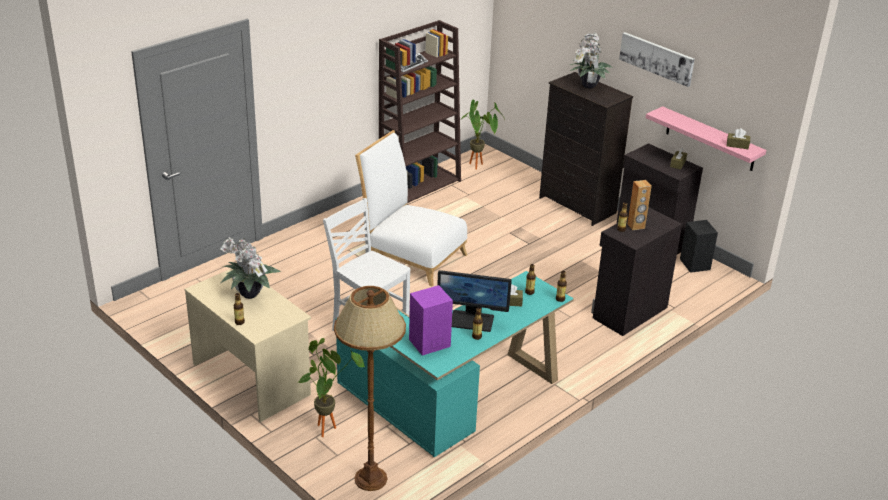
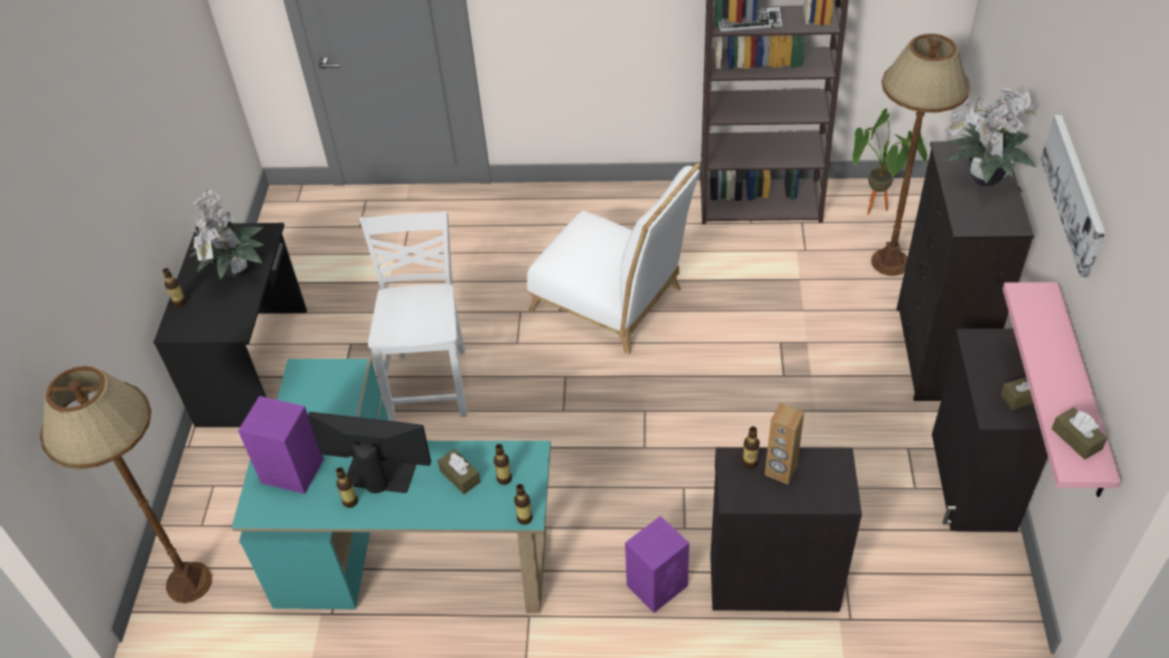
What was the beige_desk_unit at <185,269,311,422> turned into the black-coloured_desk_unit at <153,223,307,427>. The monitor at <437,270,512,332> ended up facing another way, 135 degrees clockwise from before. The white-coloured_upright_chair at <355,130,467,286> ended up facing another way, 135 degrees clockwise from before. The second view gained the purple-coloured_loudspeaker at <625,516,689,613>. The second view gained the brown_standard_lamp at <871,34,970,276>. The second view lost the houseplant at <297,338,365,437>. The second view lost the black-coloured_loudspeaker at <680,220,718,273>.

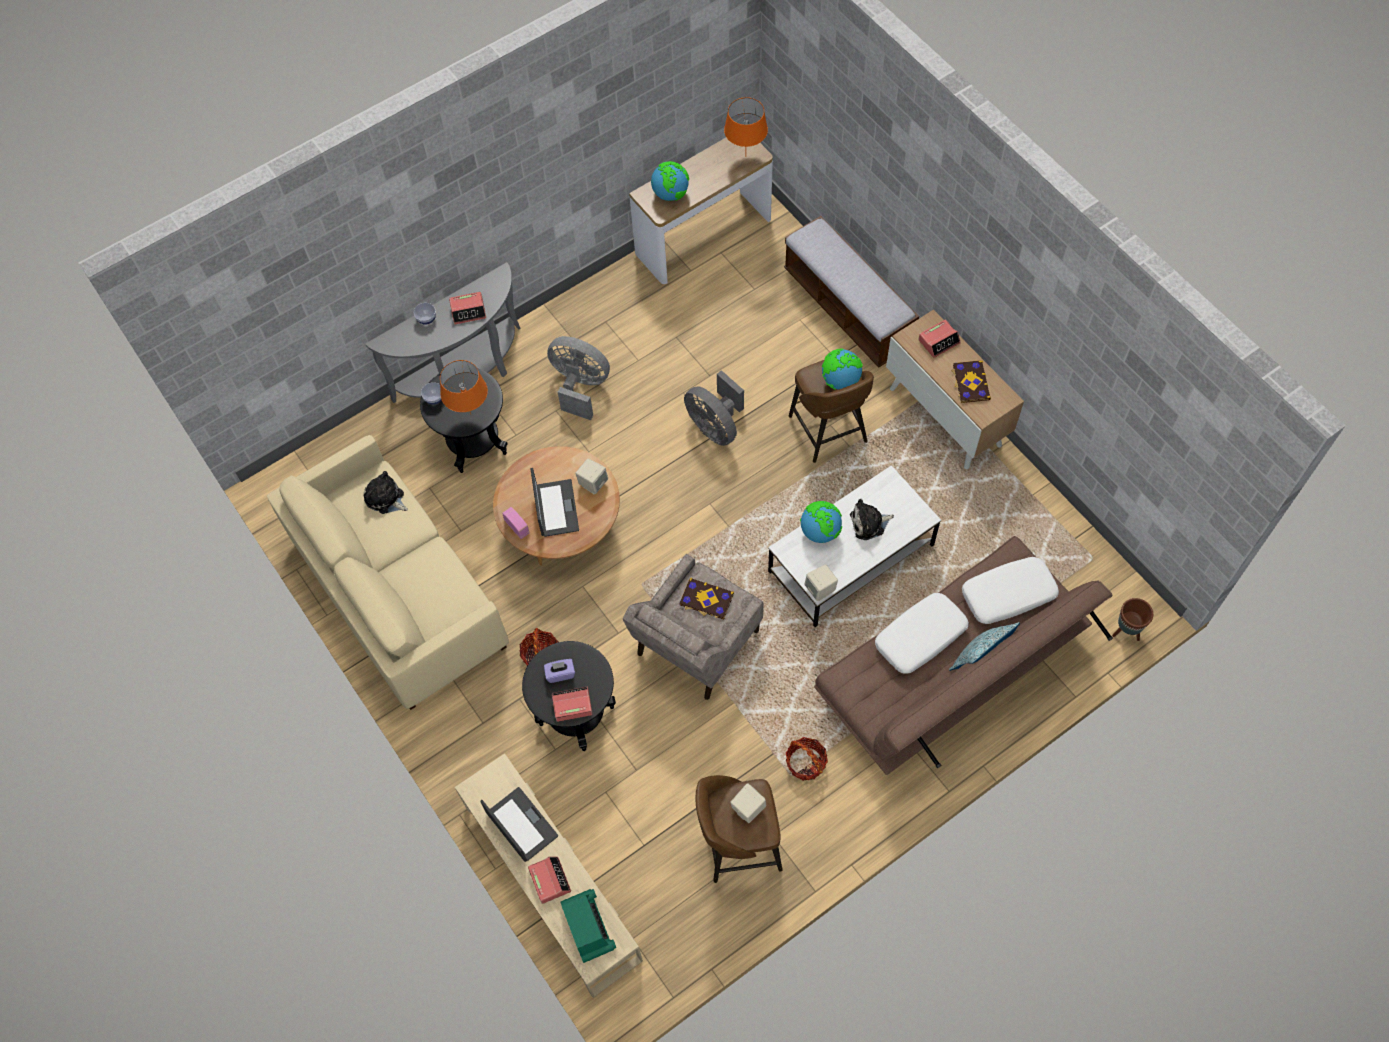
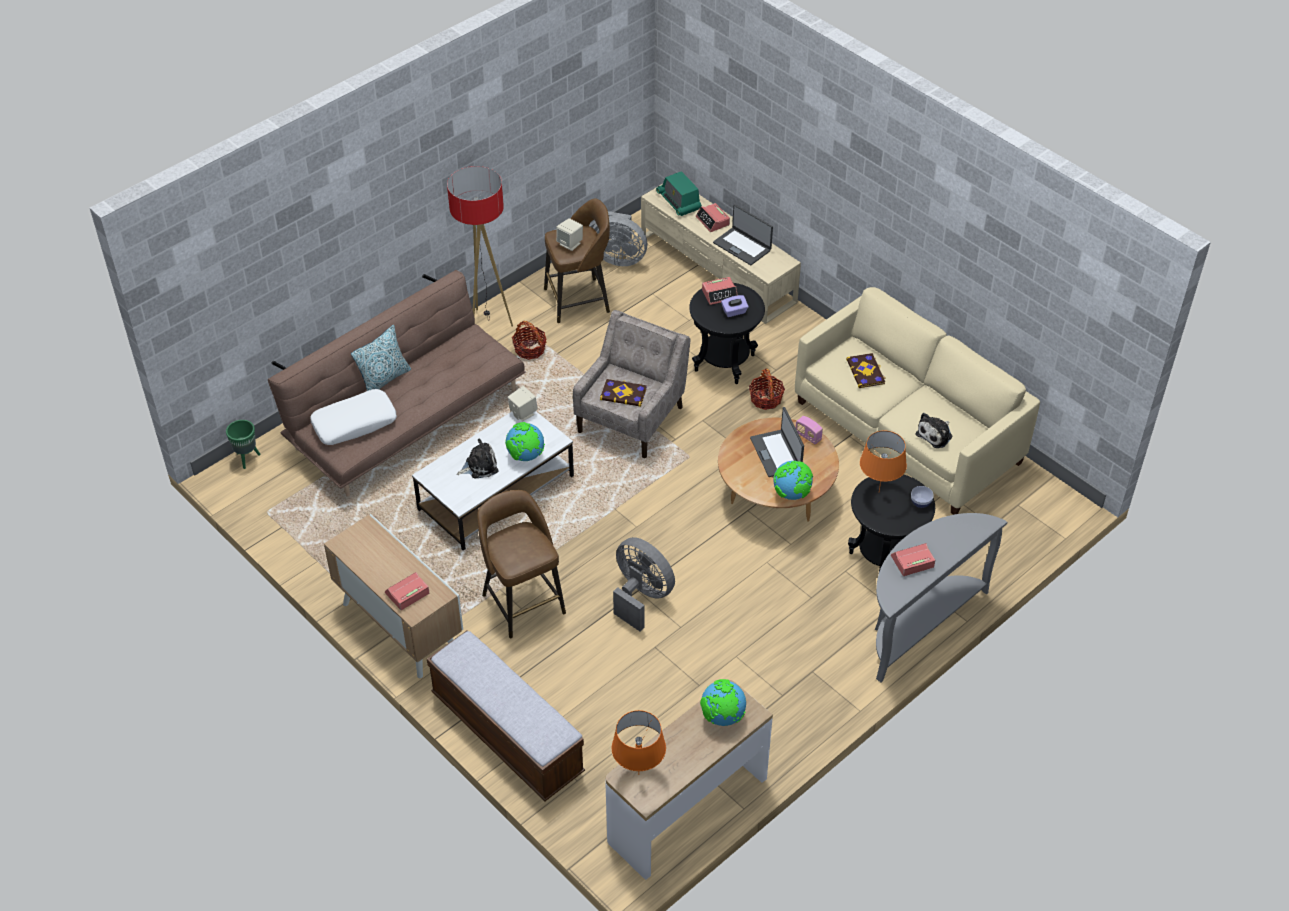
What was the brown_planter at <1112,598,1153,641> turned into the greenish_planter at <226,420,261,469>. The second view gained the standard_lamp at <447,166,513,327>. The gray_fan ended up elsewhere, having gone from <547,336,610,420> to <593,211,648,266>. The desk_globe ended up elsewhere, having gone from <822,348,863,390> to <773,461,813,500>. The volume ended up elsewhere, having gone from <951,360,991,403> to <846,353,886,388>. The plush_toy at <363,471,408,514> ended up facing another way, 105 degrees clockwise from before. The second view lost the serving_bowl at <414,303,436,325>. The second view lost the beige_loudspeaker at <575,459,608,494>. The second view lost the white-coloured_pillow at <875,593,969,674>.

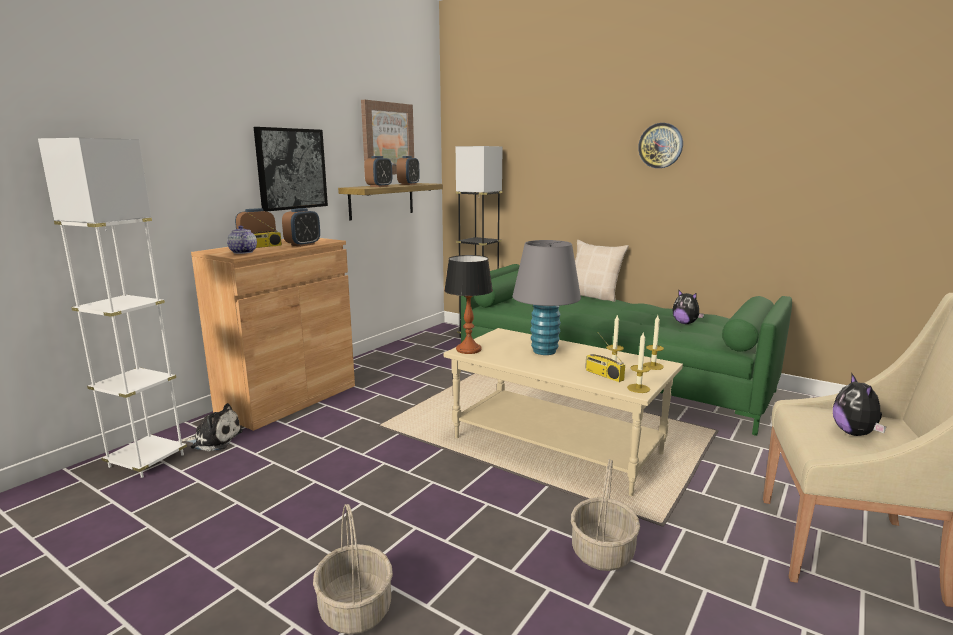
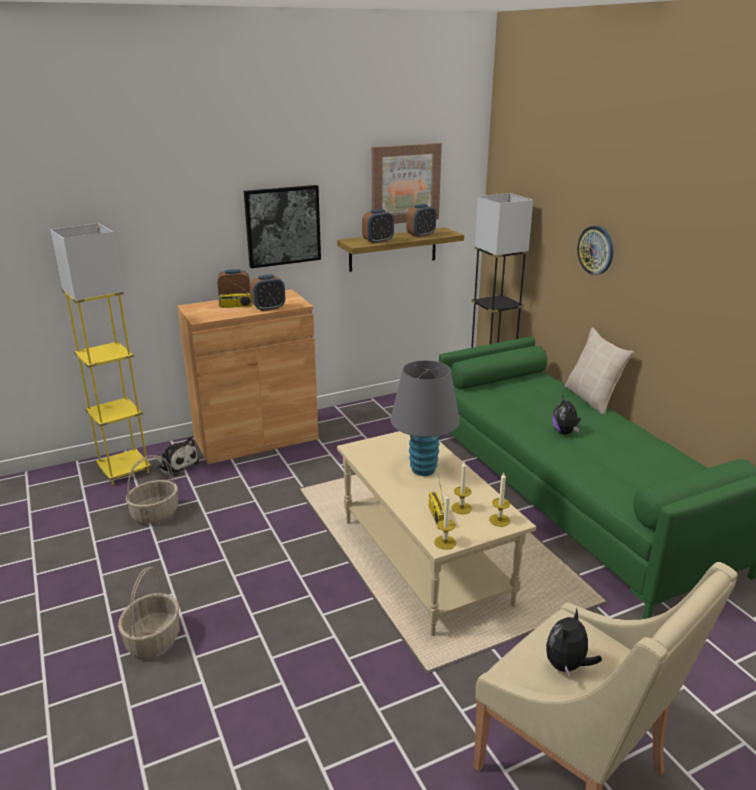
What was the white-coloured_standard_lamp at <38,138,187,478> turned into the yellowish_standard_lamp at <50,223,151,485>. The storage_basket ended up elsewhere, having gone from <571,459,640,571> to <126,455,178,524>. The plush_toy ended up elsewhere, having gone from <672,290,704,324> to <552,395,581,434>. The hanging_clock ended up elsewhere, having gone from <638,123,683,168> to <577,226,613,275>. The second view lost the tea_pot at <227,225,257,254>. The second view lost the lamp_for_a_table at <444,255,493,354>.

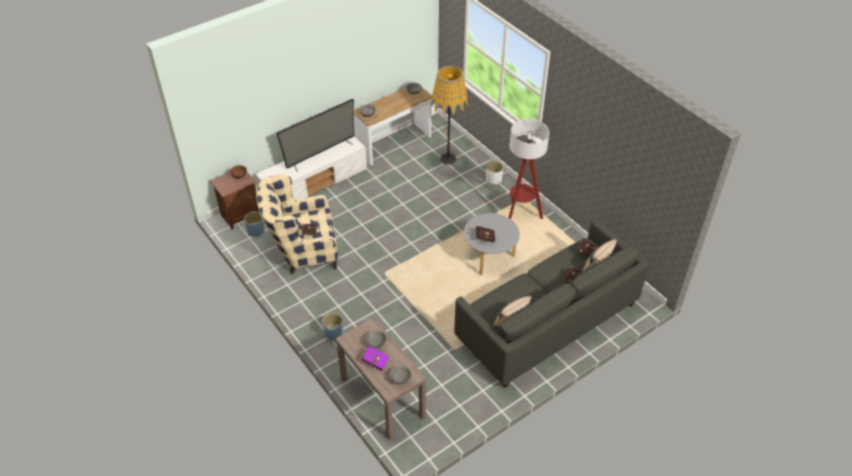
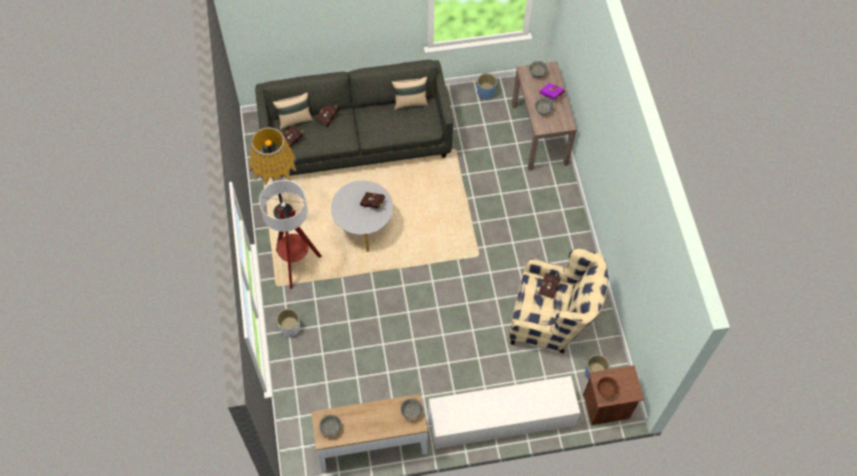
The standard_lamp ended up elsewhere, having gone from <431,66,468,165> to <250,127,297,219>. The bluish_planter ended up elsewhere, having gone from <322,313,343,341> to <477,73,497,100>. The second view lost the television at <276,99,354,172>.

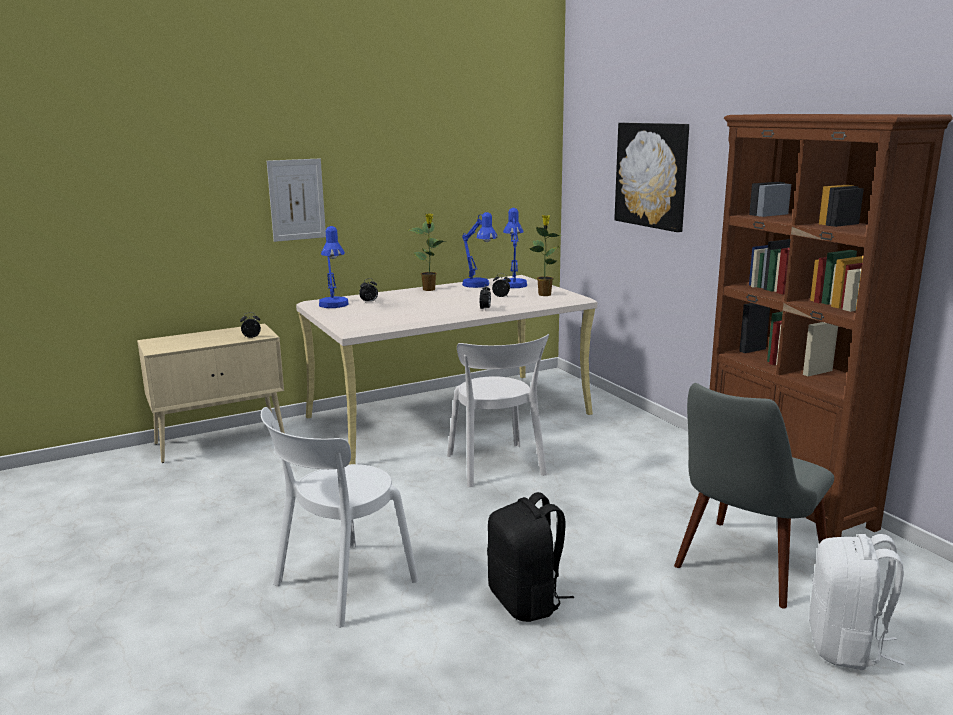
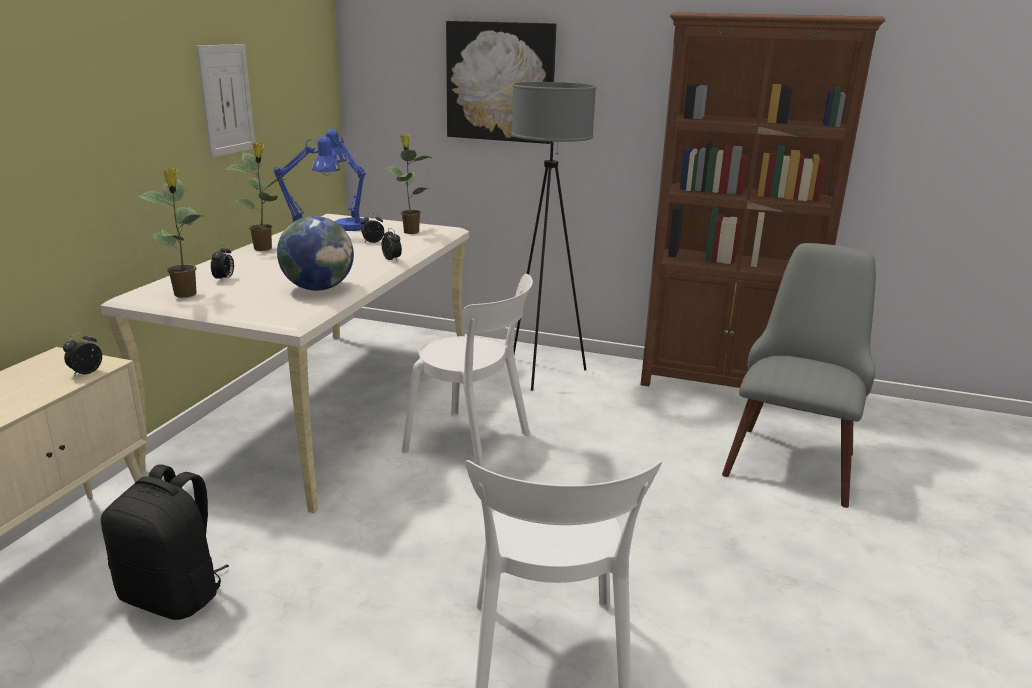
The black-coloured_knapsack ended up elsewhere, having gone from <487,492,574,622> to <101,464,229,620>. Where the bluish_lamp_for_a_table stood at <319,226,349,308>, the houseplant came to stand at <137,168,201,298>. The wall_art ended up elsewhere, having gone from <267,159,326,242> to <196,44,255,158>. The second view gained the desk_globe at <277,216,354,291>. The second view gained the gray_standard_lamp at <512,82,596,391>. The gray_upright_chair at <674,383,834,609> ended up facing another way, 150 degrees counterclockwise from before. The second view lost the white-coloured_knapsack at <809,534,905,670>.

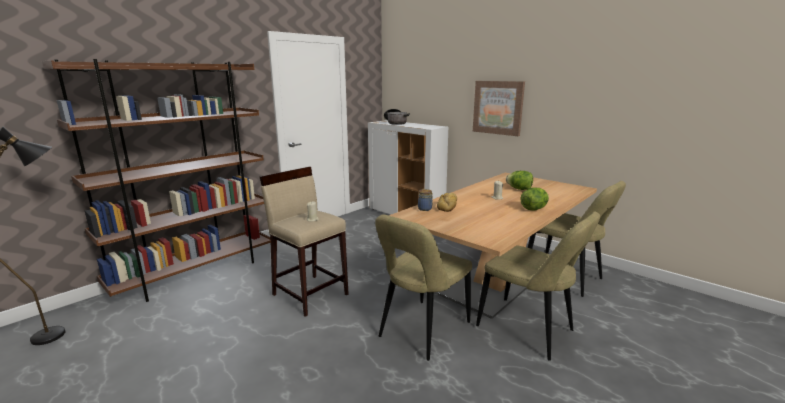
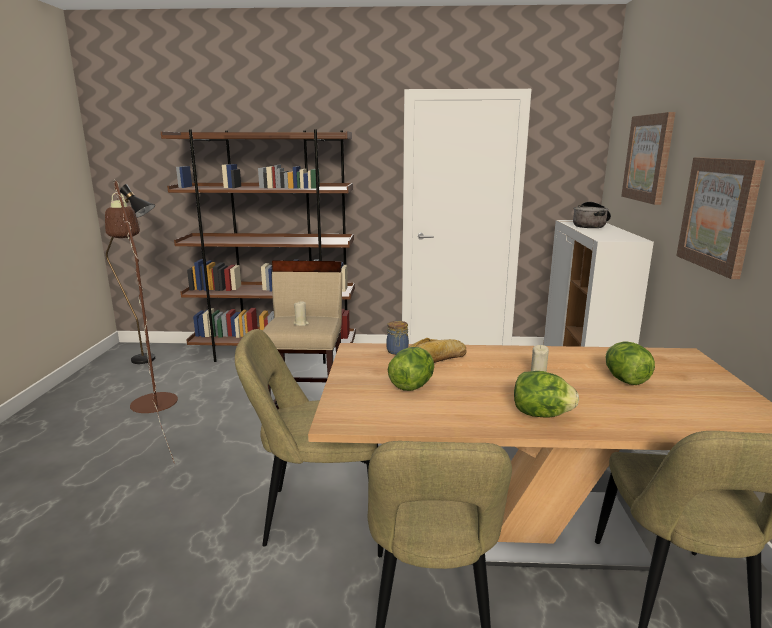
The second view gained the brown_standard_lamp at <105,180,178,463>. The second view gained the lettuce at <388,347,434,391>. The second view gained the wall_art at <621,112,676,205>.

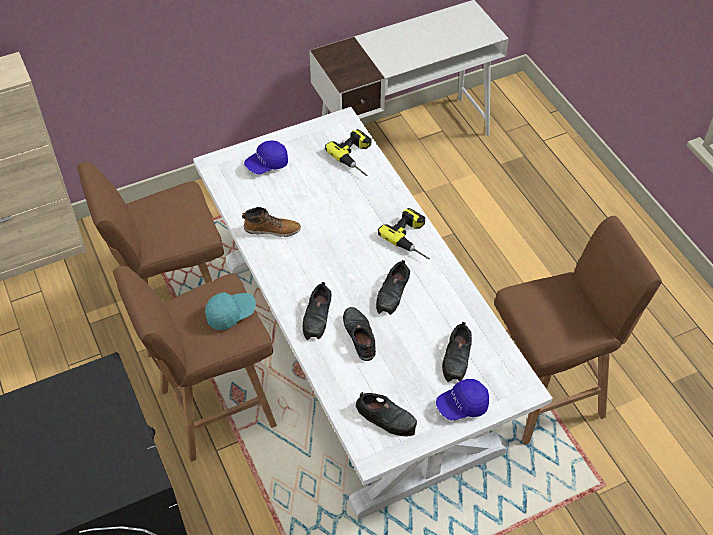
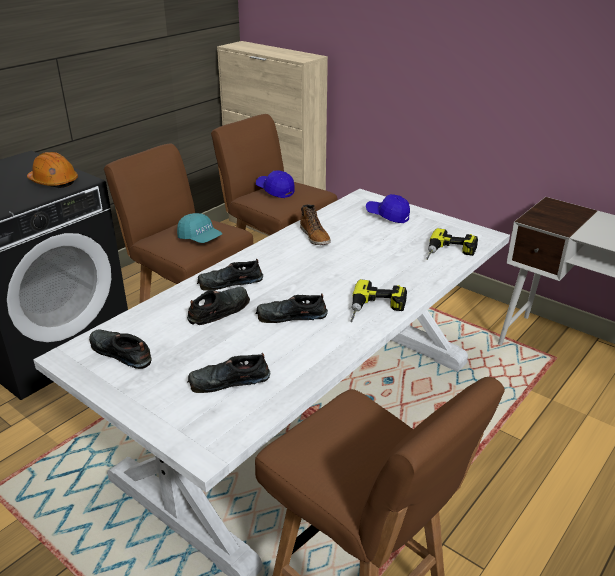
The second view gained the orange-coloured_hard_hat at <27,152,78,188>. The black-coloured_shoe at <356,392,417,437> ended up facing another way, 120 degrees clockwise from before. The bluish_peaked_cap ended up elsewhere, having gone from <436,379,489,420> to <256,170,295,198>.

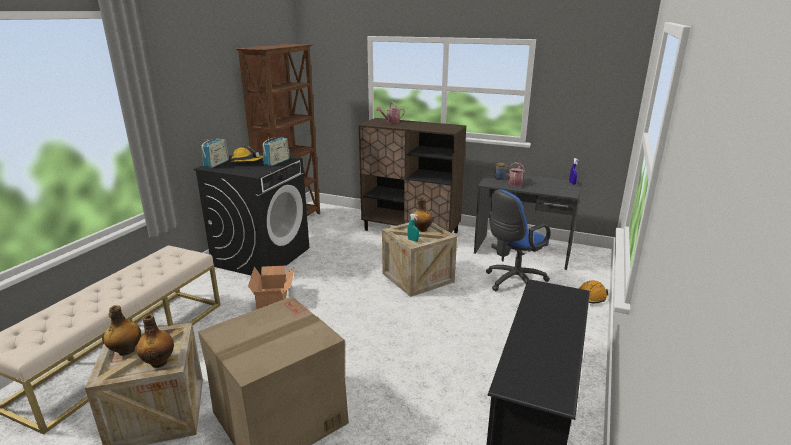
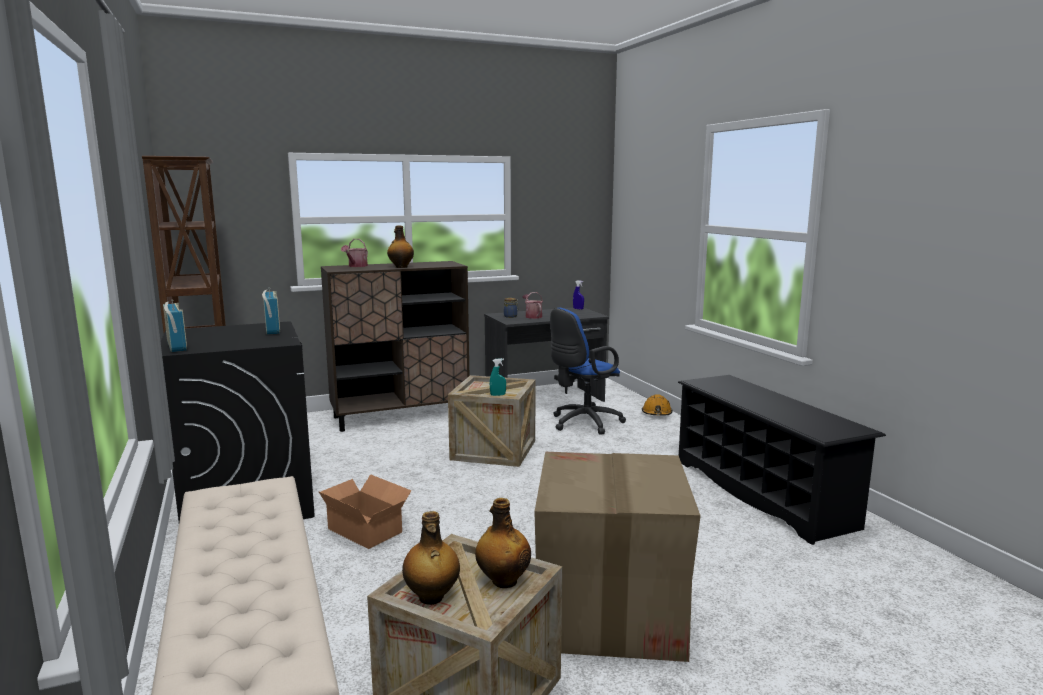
The drink_bottle ended up elsewhere, having gone from <413,198,433,232> to <387,225,414,268>. The bluish_office_chair at <486,189,551,291> ended up facing another way, 45 degrees clockwise from before. The second view lost the hard_hat at <231,146,263,162>.

